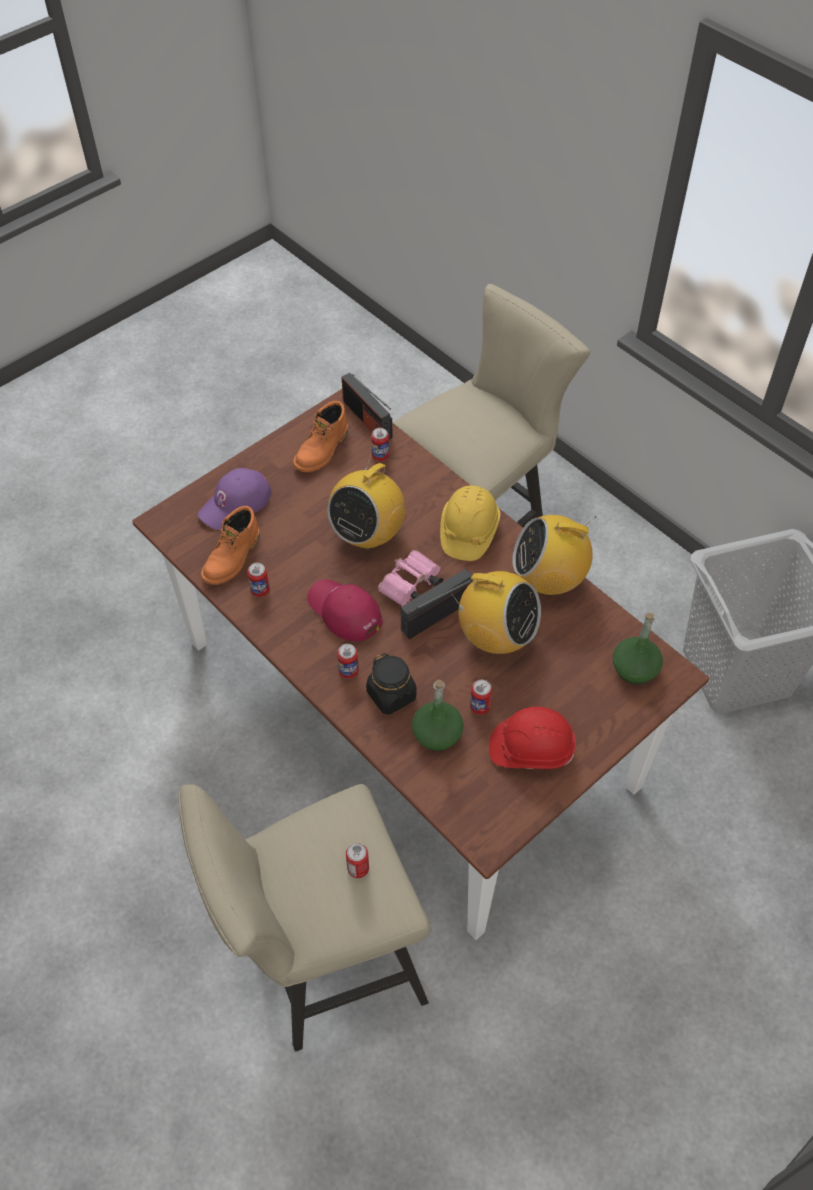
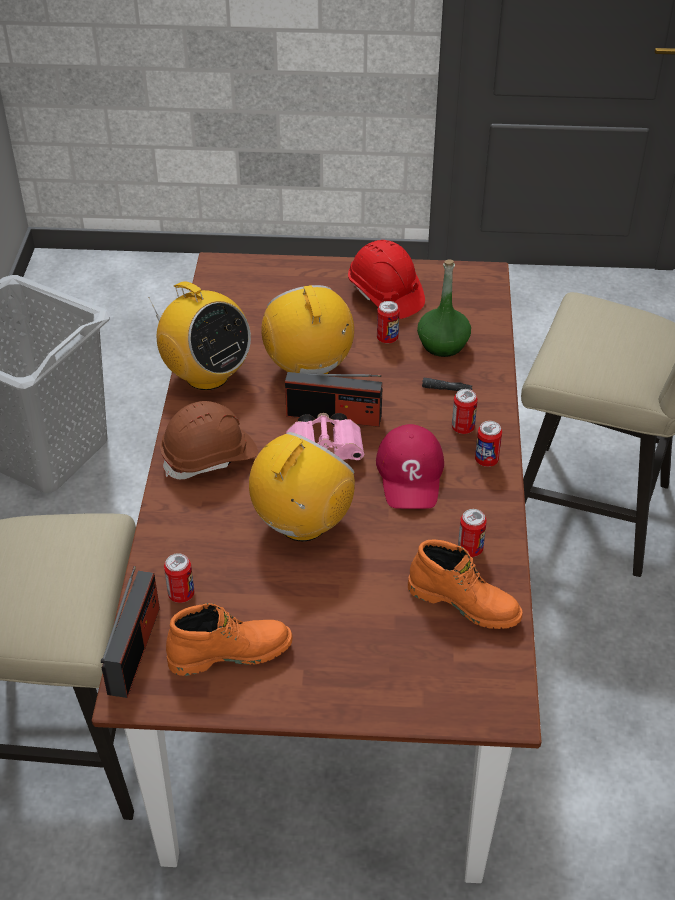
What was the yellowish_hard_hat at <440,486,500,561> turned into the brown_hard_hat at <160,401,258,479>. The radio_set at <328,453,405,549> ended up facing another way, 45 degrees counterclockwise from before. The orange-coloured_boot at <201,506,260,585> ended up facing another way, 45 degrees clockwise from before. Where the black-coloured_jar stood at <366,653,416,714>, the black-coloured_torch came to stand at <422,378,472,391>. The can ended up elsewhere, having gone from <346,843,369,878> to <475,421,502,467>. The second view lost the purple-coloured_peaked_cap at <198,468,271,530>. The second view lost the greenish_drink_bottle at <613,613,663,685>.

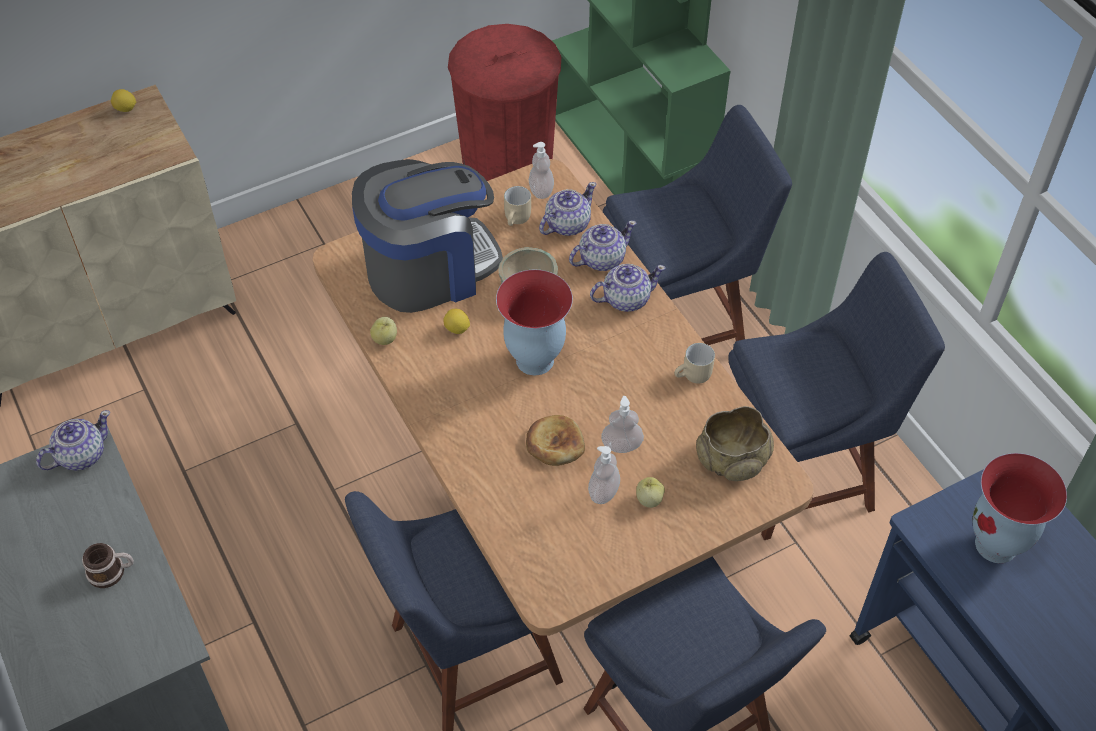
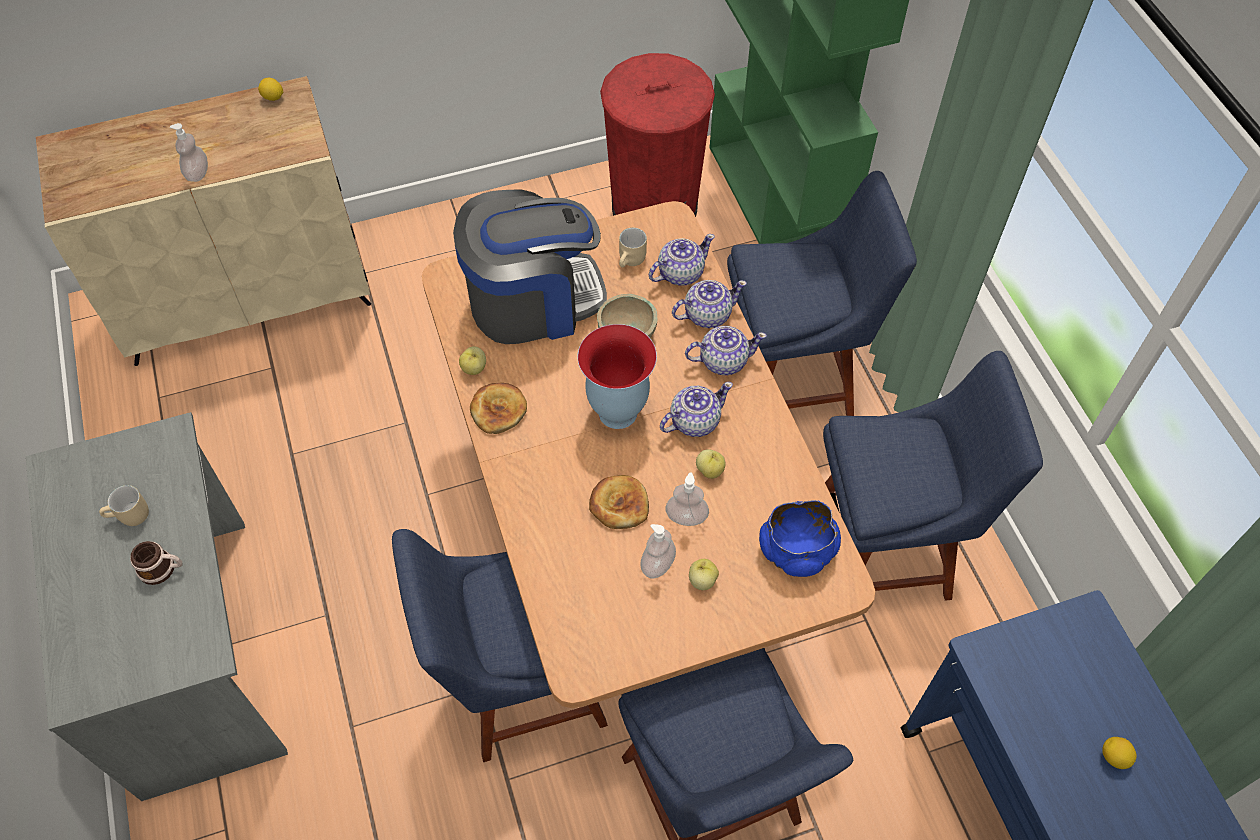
The beige_coffee_mug ended up elsewhere, having gone from <674,343,715,384> to <99,485,149,526>. The soap_dispenser ended up elsewhere, having gone from <529,142,554,199> to <170,123,208,182>. The second view gained the bakery_bread at <470,383,527,434>. The tea_pot ended up elsewhere, having gone from <36,410,110,471> to <660,382,733,437>. The second view gained the apple_fruit at <696,449,726,479>. What was the beige_serving_bowl at <696,406,774,481> turned into the bluish_serving_bowl at <759,500,841,577>. The whole_lemon ended up elsewhere, having gone from <443,309,470,334> to <1102,737,1136,769>. The second view lost the decorative_vase at <973,453,1067,563>.

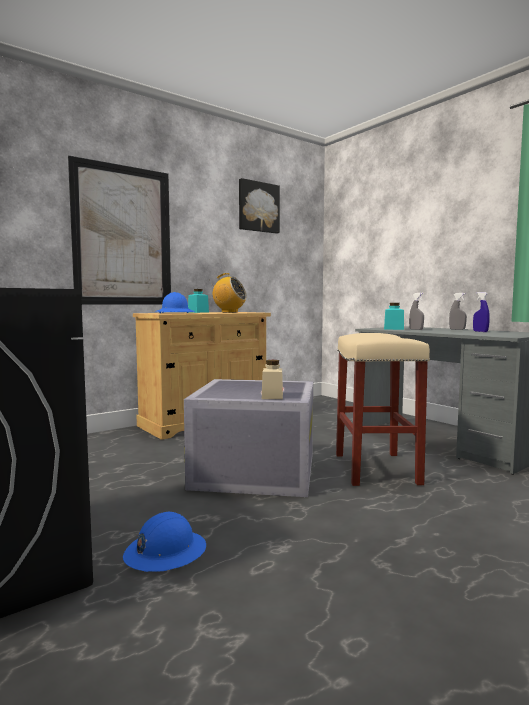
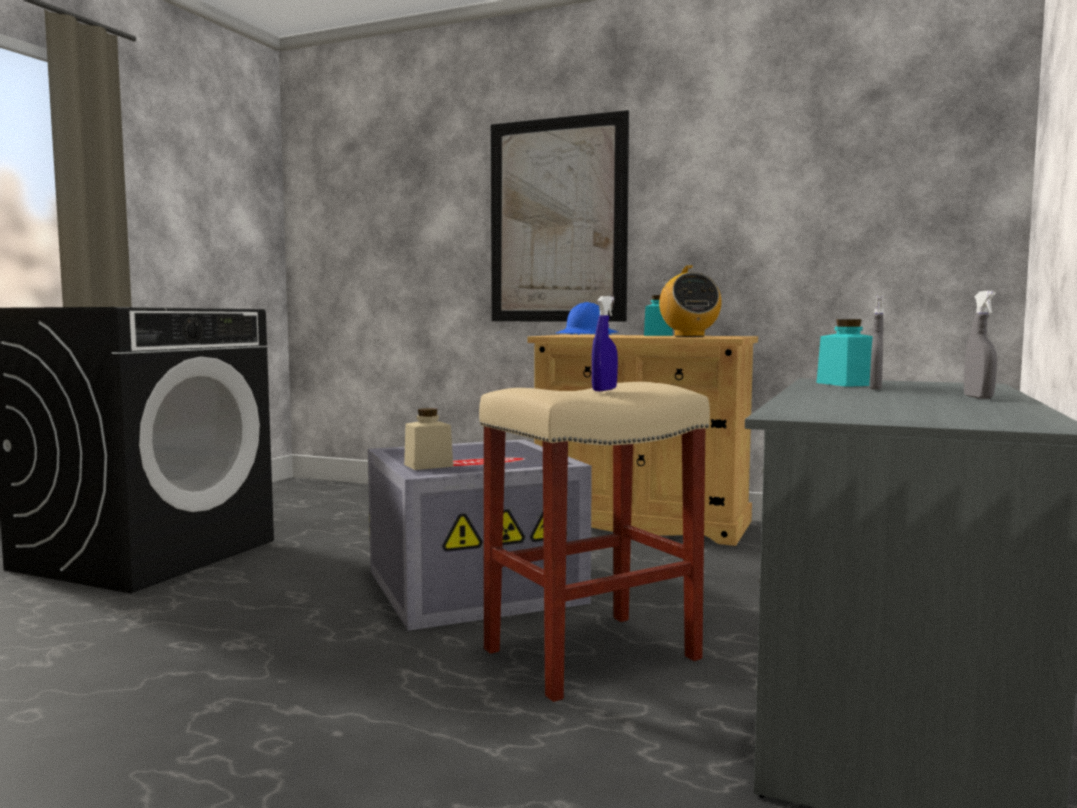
The bluish_sprayer ended up elsewhere, having gone from <473,292,490,332> to <592,296,618,391>. The second view lost the bluish_hard_hat at <123,512,206,572>. The second view lost the wall_art at <239,178,280,234>.

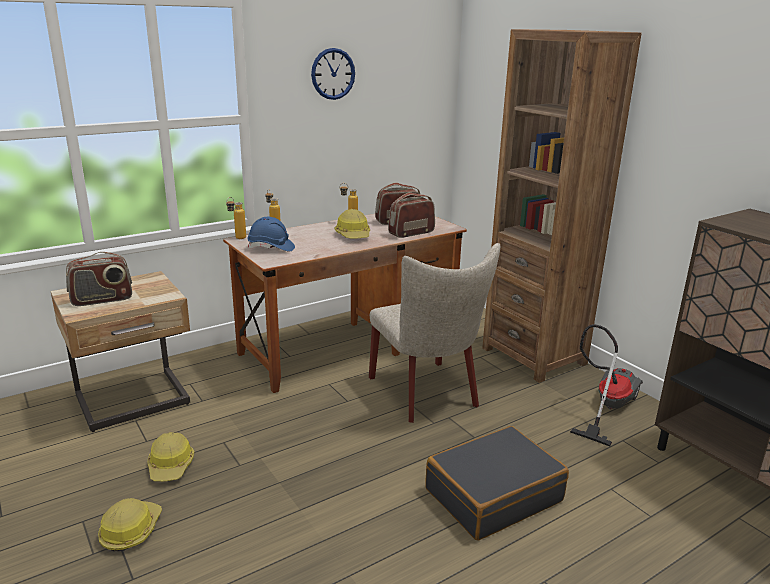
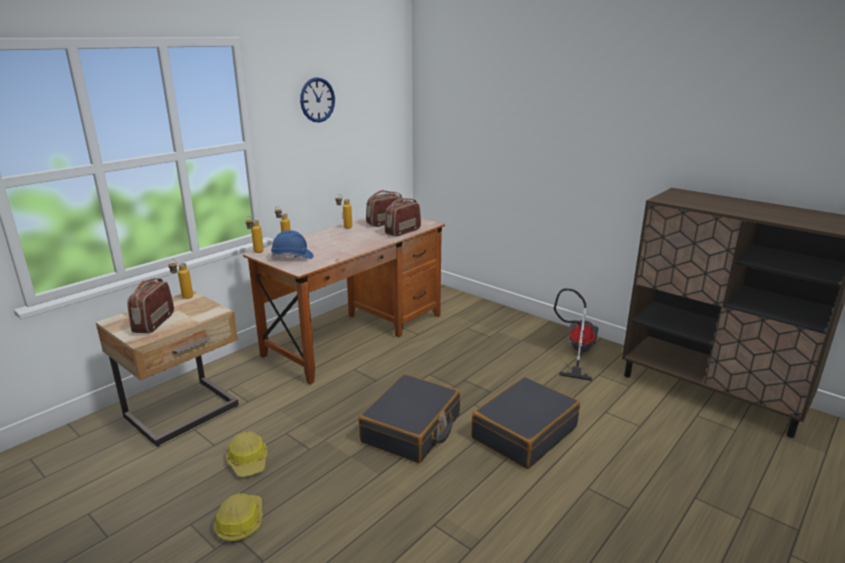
The radio_set at <66,252,132,306> ended up facing another way, 135 degrees clockwise from before. The second view gained the drink_bottle at <168,260,193,299>. The second view gained the black-coloured_suitcase at <358,374,460,463>. The second view lost the hard_hat at <334,209,370,238>. The second view lost the beige_upright_chair at <369,243,500,423>. The second view lost the brown_shelving_unit at <482,29,642,383>.

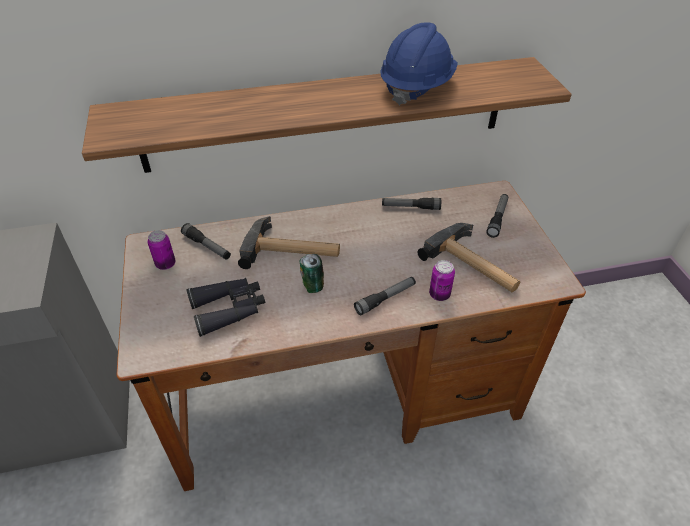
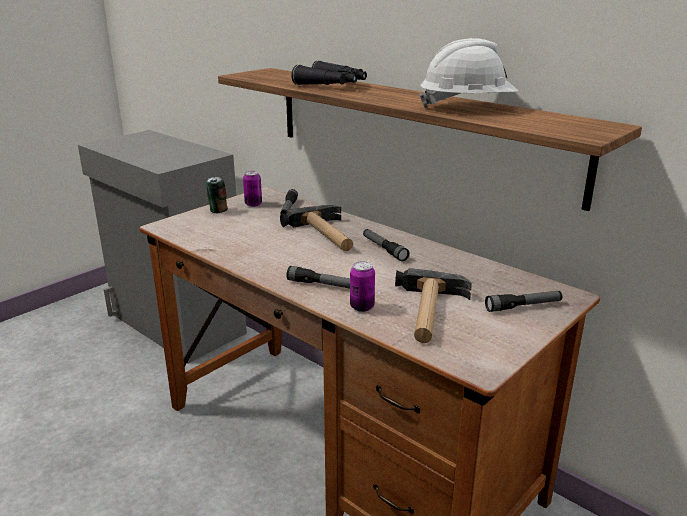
The can ended up elsewhere, having gone from <300,254,324,293> to <206,177,228,213>. The black-coloured_field_glasses ended up elsewhere, having gone from <186,278,265,337> to <291,60,367,85>. The torch ended up elsewhere, having gone from <382,198,441,210> to <363,229,410,261>. What was the bluish_hard_hat at <380,22,458,105> turned into the white-coloured_hard_hat at <419,38,519,108>.

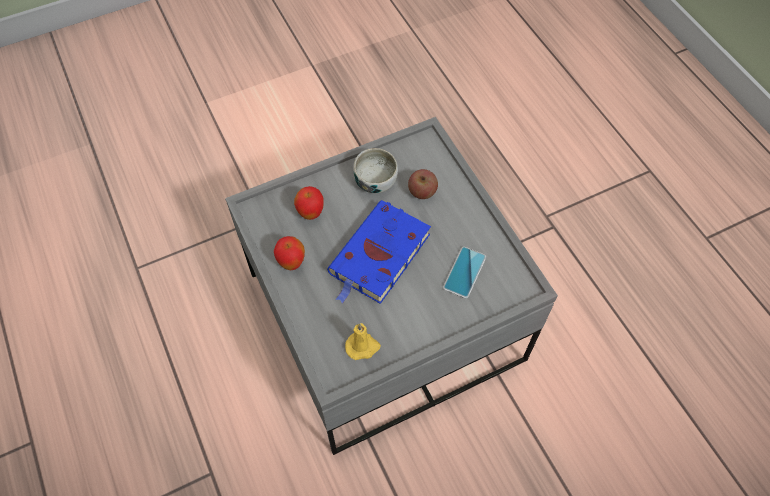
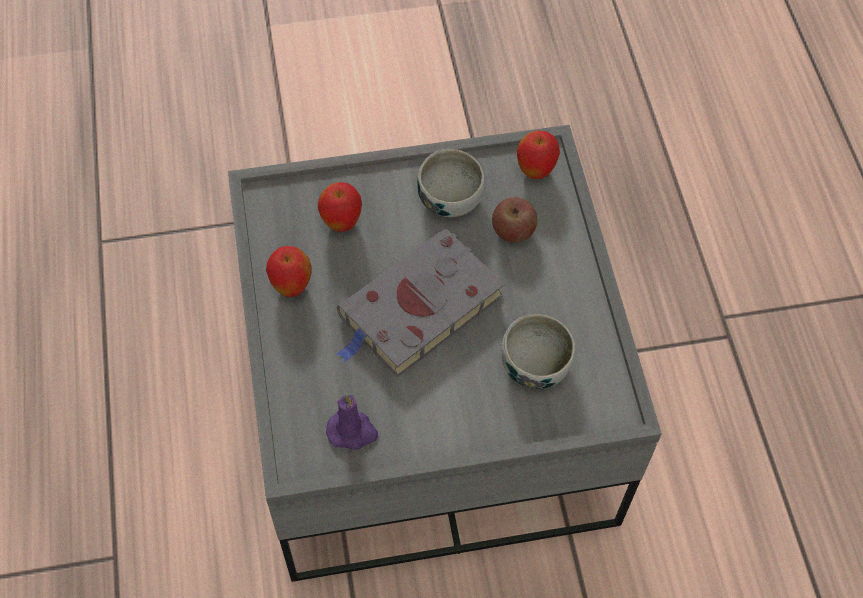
What was the yellowish_wax_candle at <345,323,381,360> turned into the purple-coloured_wax_candle at <326,394,378,450>. What was the bluish_volume at <327,200,431,304> turned into the gray_volume at <336,228,505,377>. Where the telephone stood at <443,247,486,298>, the serving_bowl came to stand at <501,314,575,389>. The second view gained the apple_fruit at <517,130,560,179>.

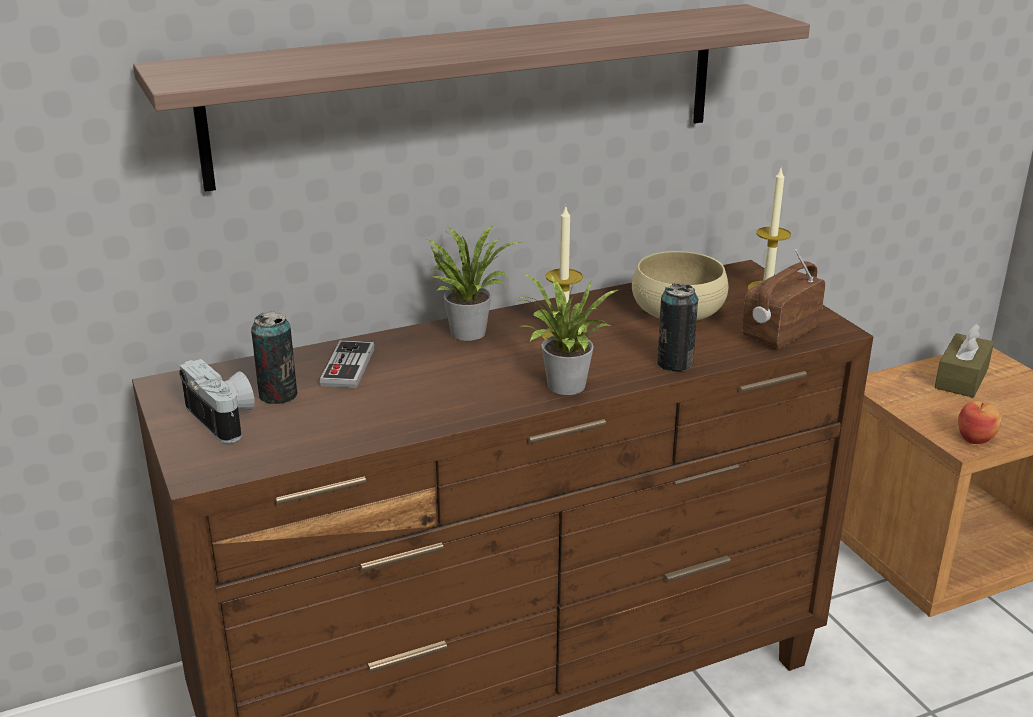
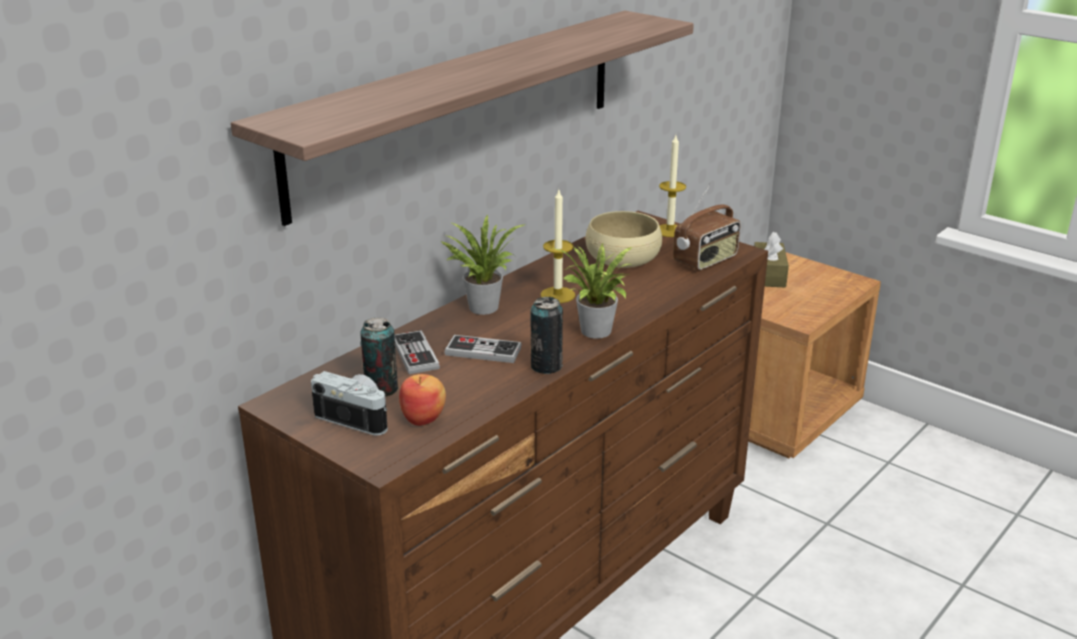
The apple_fruit ended up elsewhere, having gone from <958,401,1001,444> to <399,374,446,426>. The second view gained the joypad at <444,335,522,363>. The can ended up elsewhere, having gone from <657,284,699,372> to <530,297,563,374>. The radio_set at <742,249,825,348> ended up facing another way, 150 degrees counterclockwise from before.

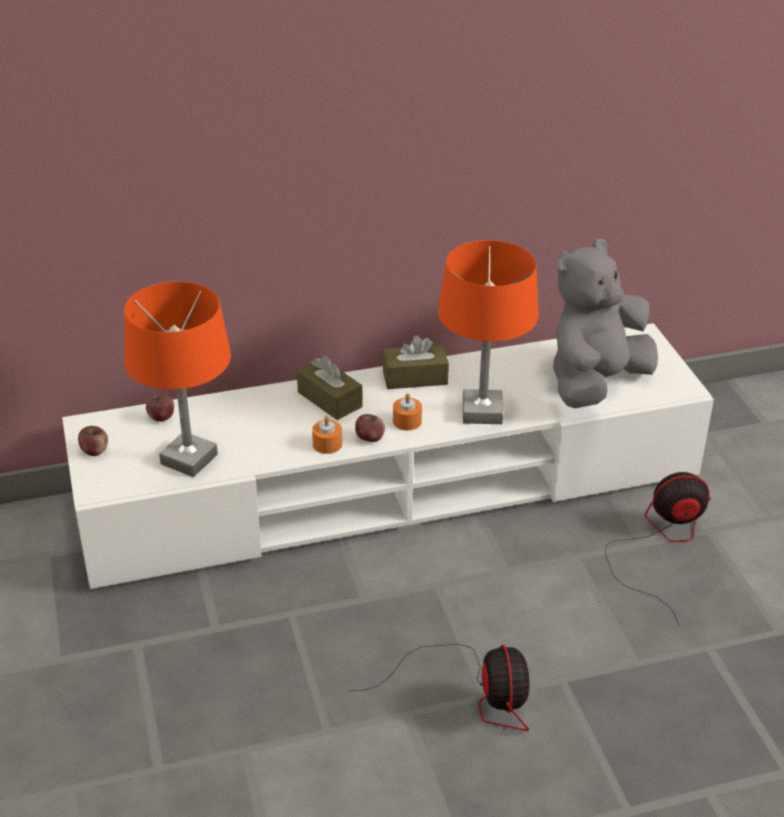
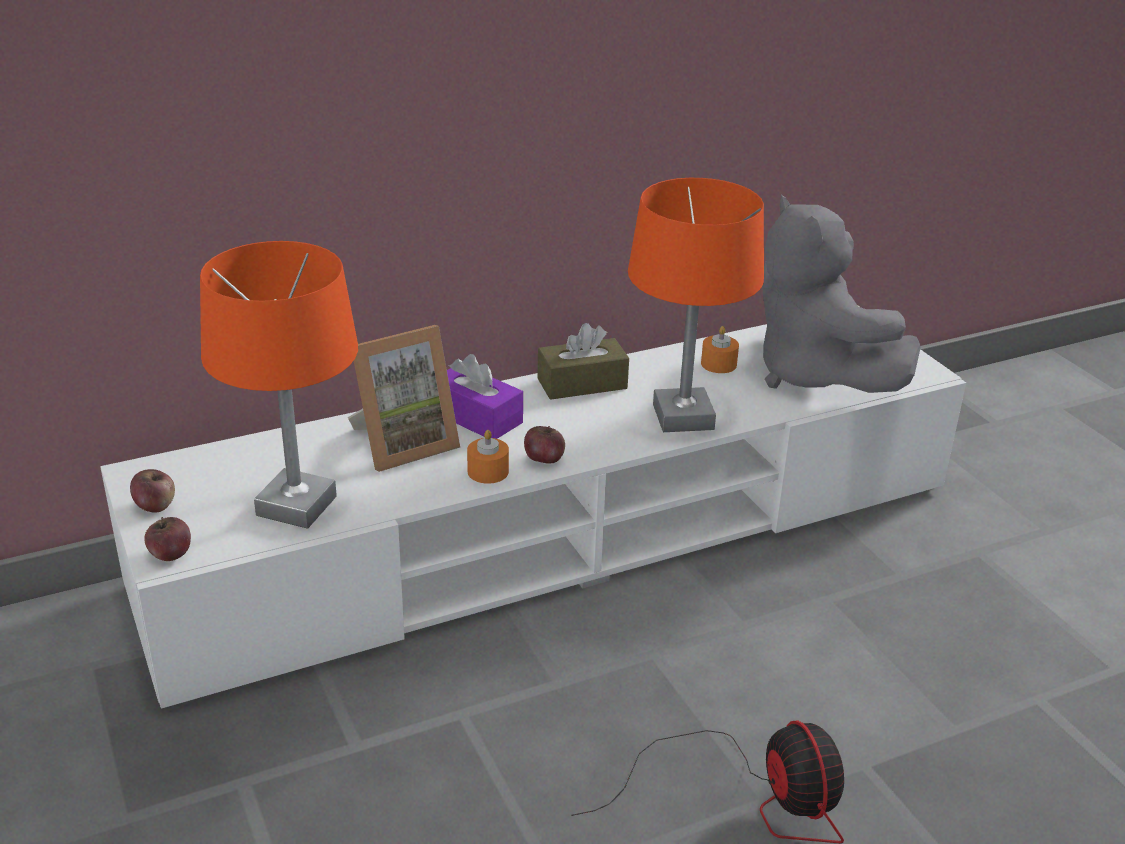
The apple_fruit ended up elsewhere, having gone from <146,394,174,422> to <145,517,191,561>. The second view gained the photo_frame at <348,325,460,472>. What was the brown_box_of_tissues at <297,356,363,420> turned into the purple-coloured_box_of_tissues at <447,354,523,439>. The orange-coloured_wax_candle ended up elsewhere, having gone from <393,393,422,430> to <701,326,739,373>. The gray_plush_toy at <553,239,658,408> ended up facing another way, 60 degrees counterclockwise from before. The second view lost the fan at <605,472,711,625>.

